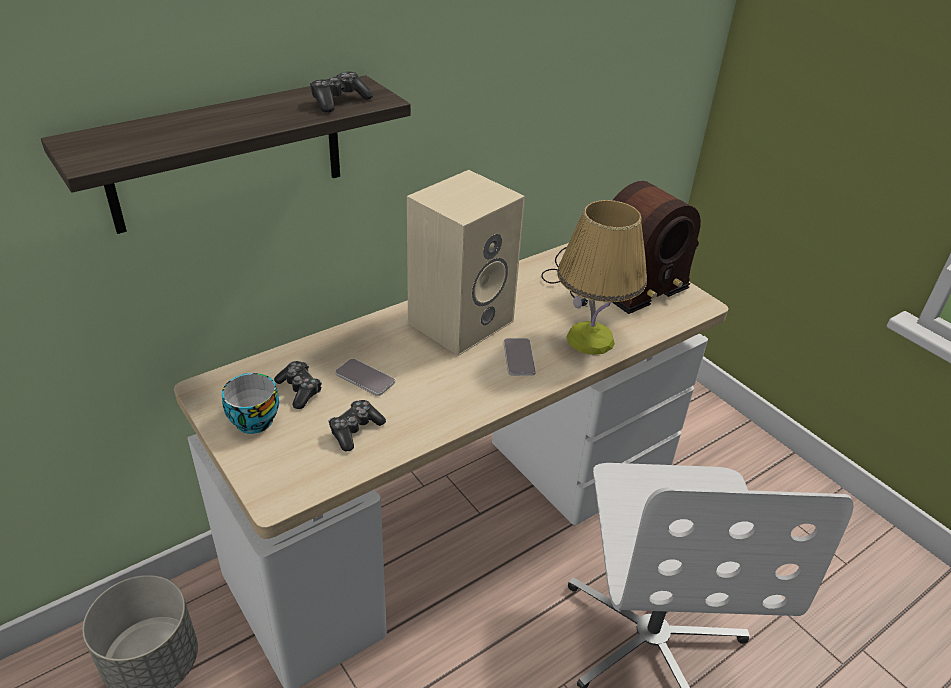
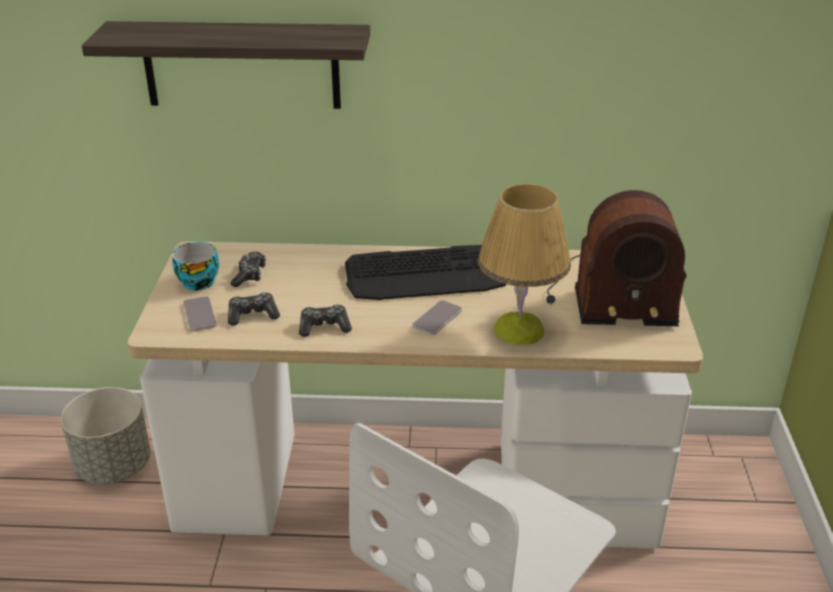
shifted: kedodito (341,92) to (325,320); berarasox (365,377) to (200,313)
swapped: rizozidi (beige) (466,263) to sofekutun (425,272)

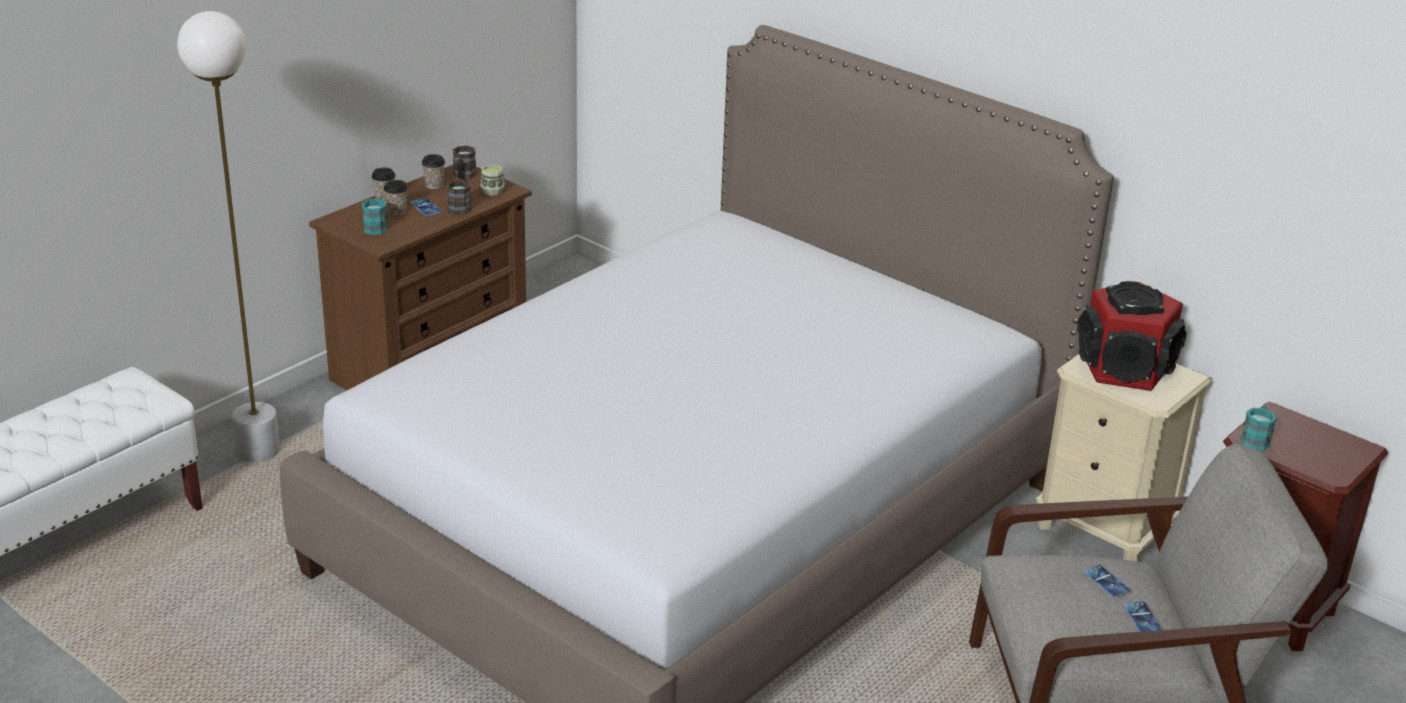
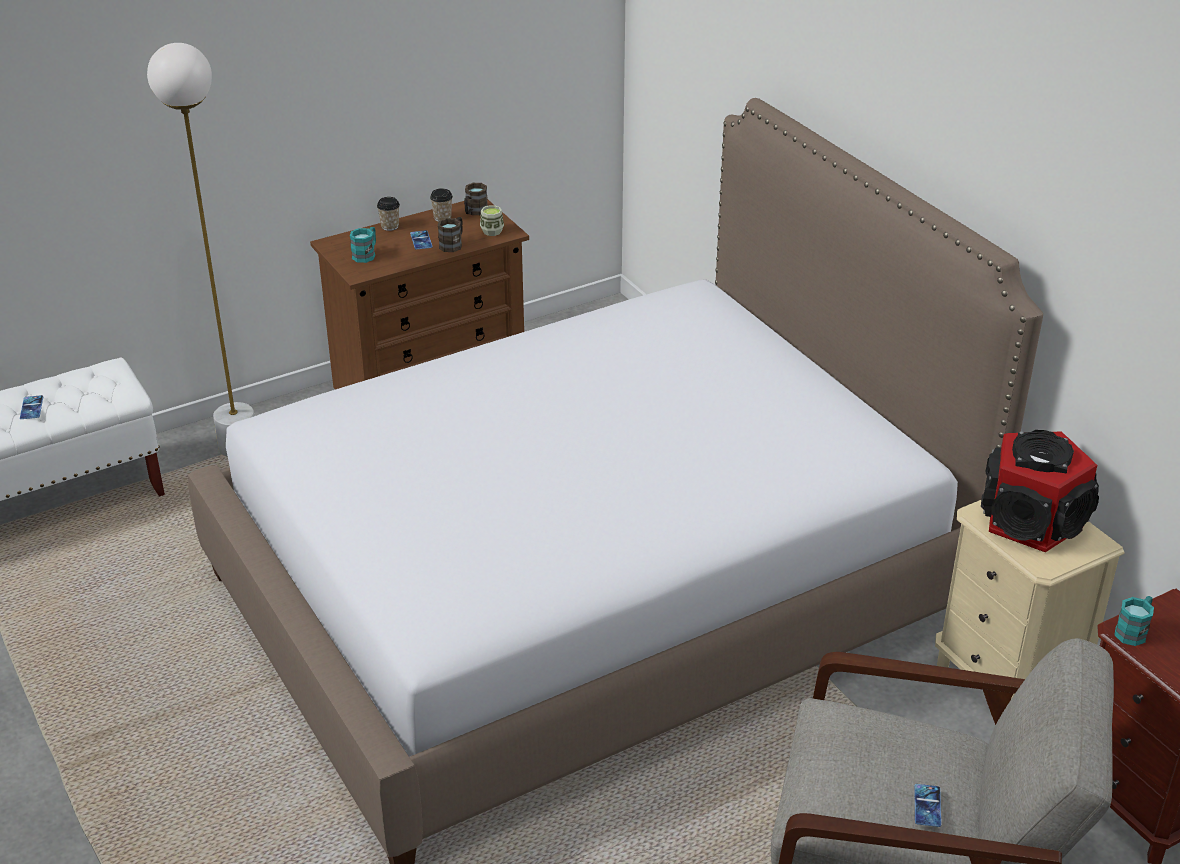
gone: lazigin (396,197)
shifted: berarasox (1106,581) to (31,407)

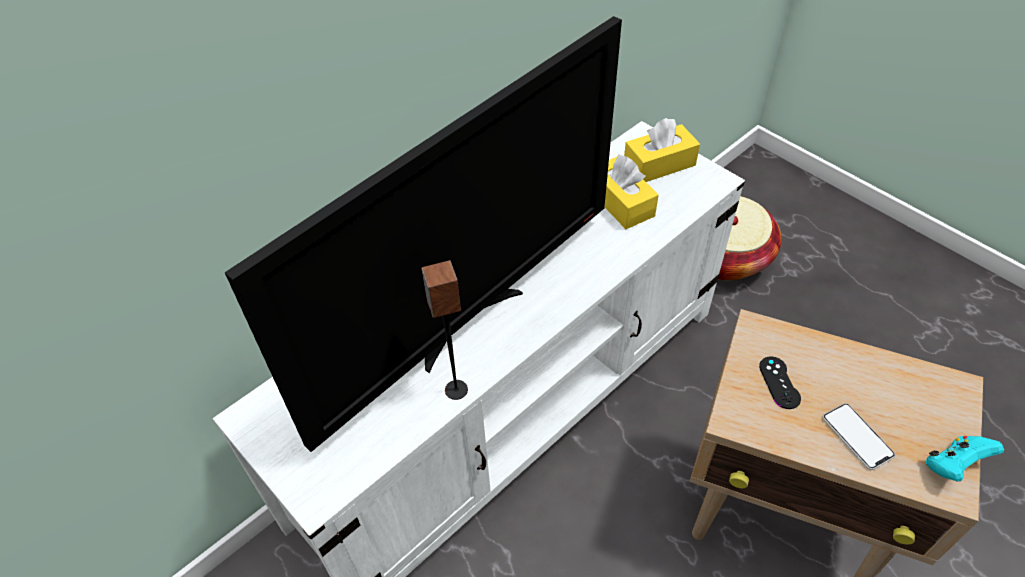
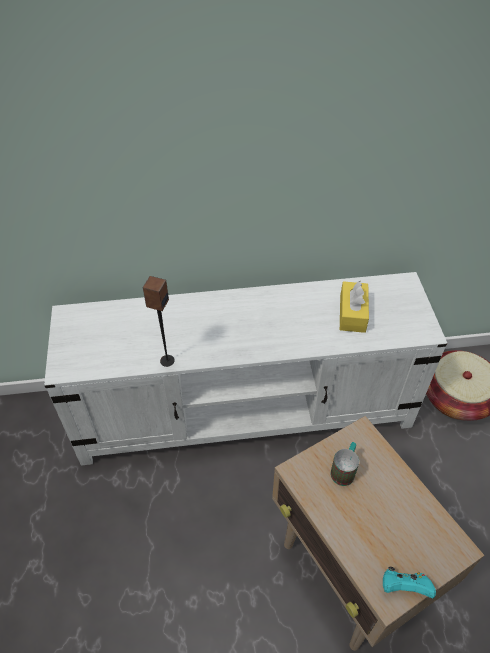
gone: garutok (423,234); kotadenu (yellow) (662,150); berarasox (859,436)
swapped: kedodito (black) (780,382) to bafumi (344,464)

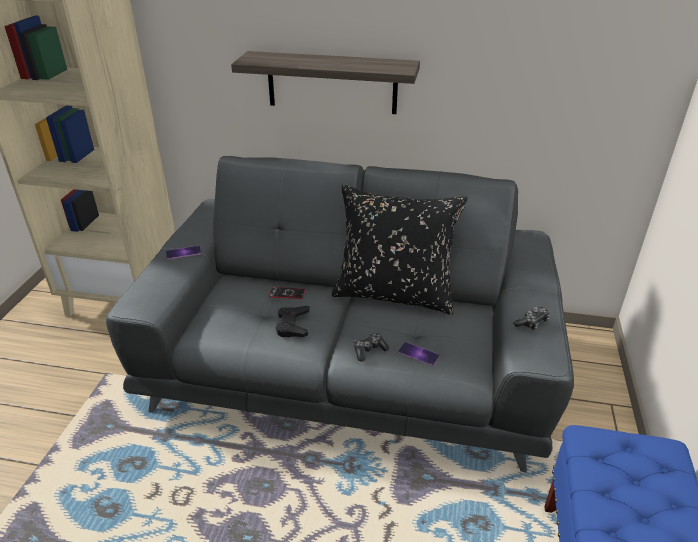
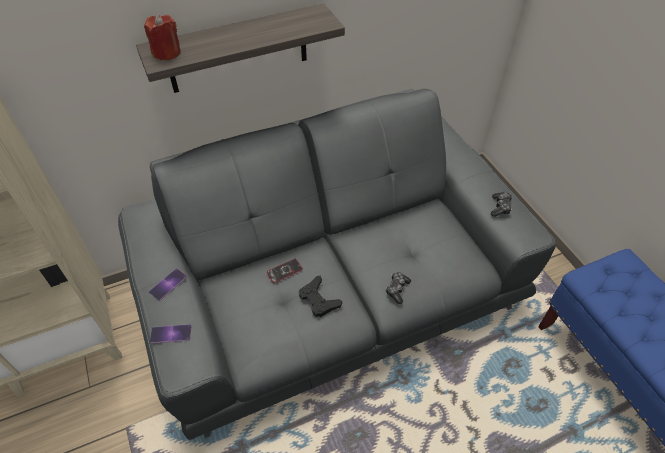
gone: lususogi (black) (399,250)
new: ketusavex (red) (162,37)
shifted: berarasox (419,354) to (170,333)

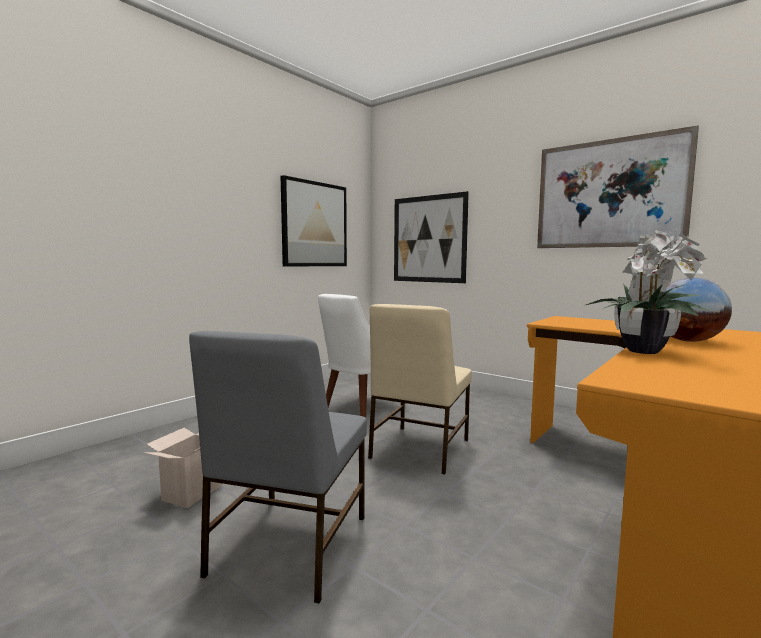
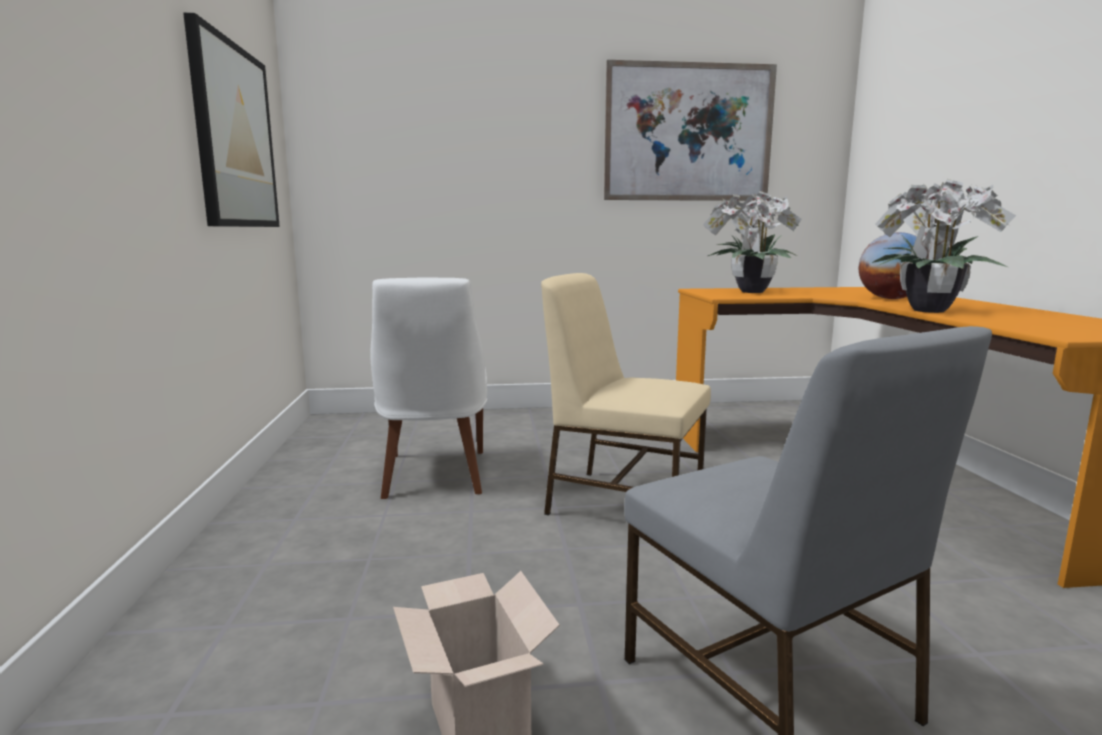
gone: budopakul (431,237)
new: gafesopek (752,242)
rotated: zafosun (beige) (420,389) = (626,394) 135 degrees clockwise

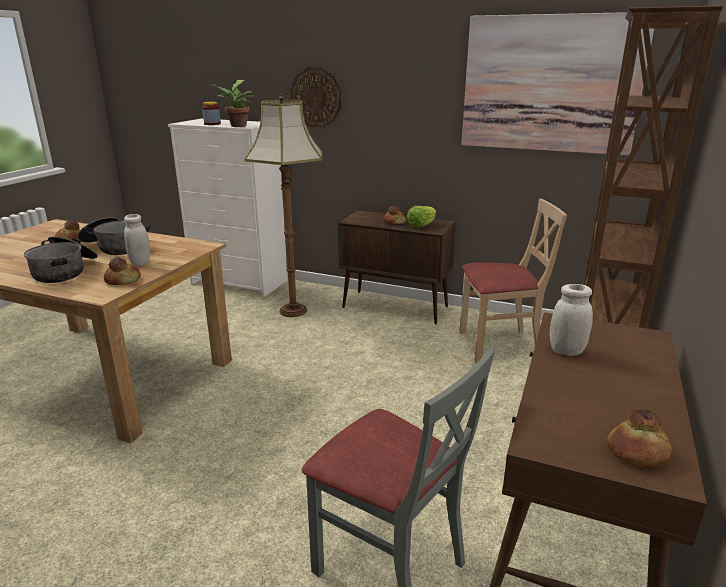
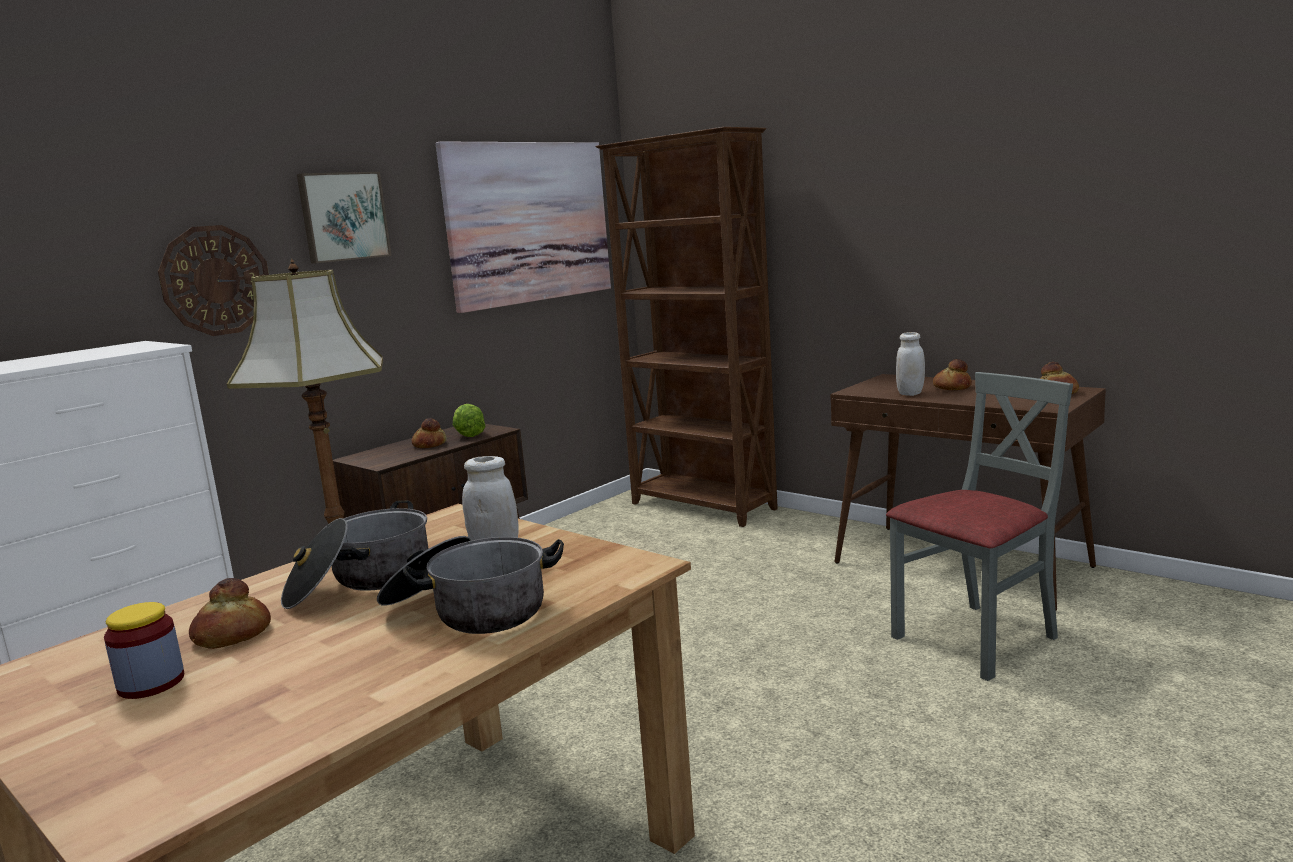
gone: gafesopek (232,103); zafosun (beige) (513,281)
new: budopakul (344,218)
shifted: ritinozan (211,113) to (144,650); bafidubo (122,271) to (952,374)

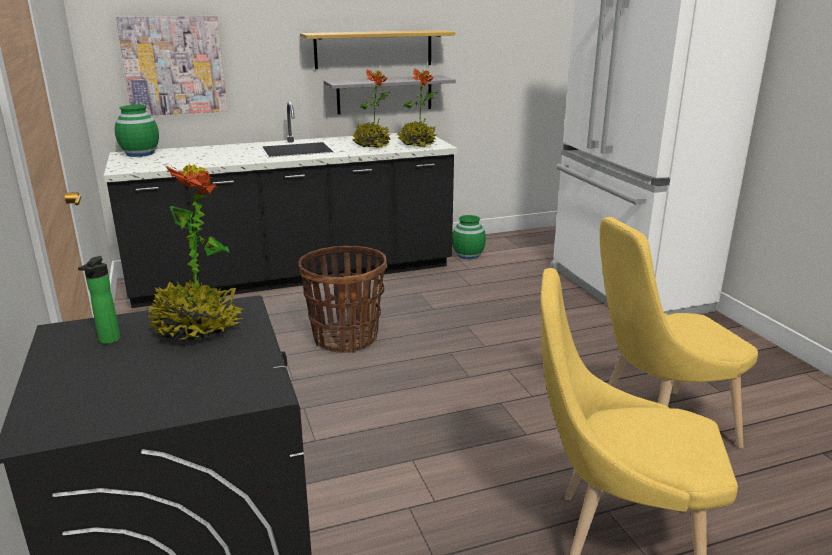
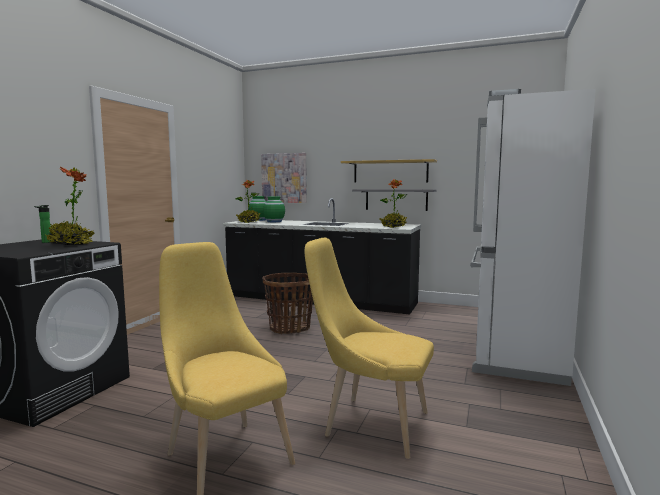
shifted: gafesopek (371,108) to (247,201); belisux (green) (469,237) to (274,209)

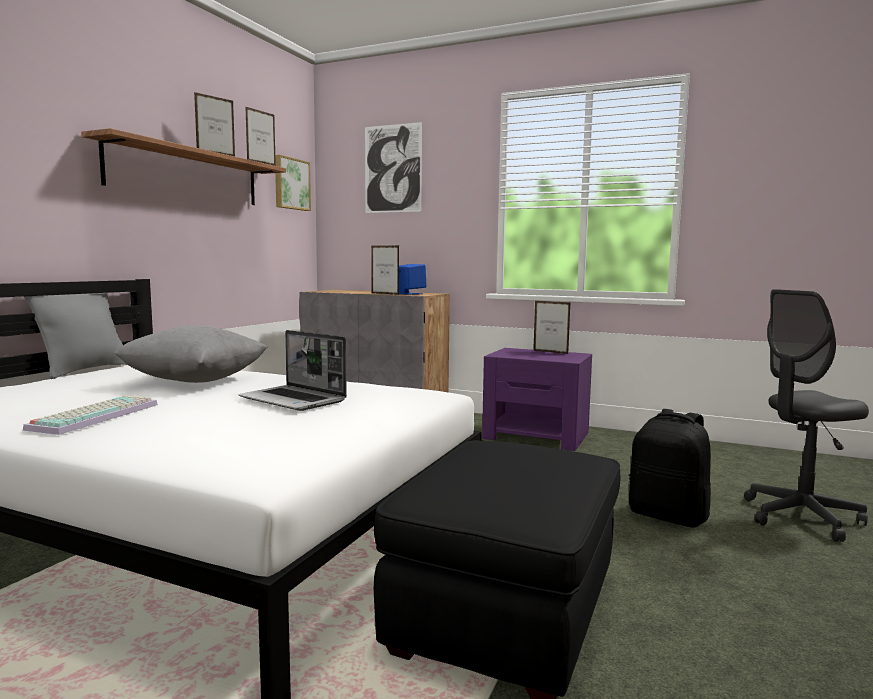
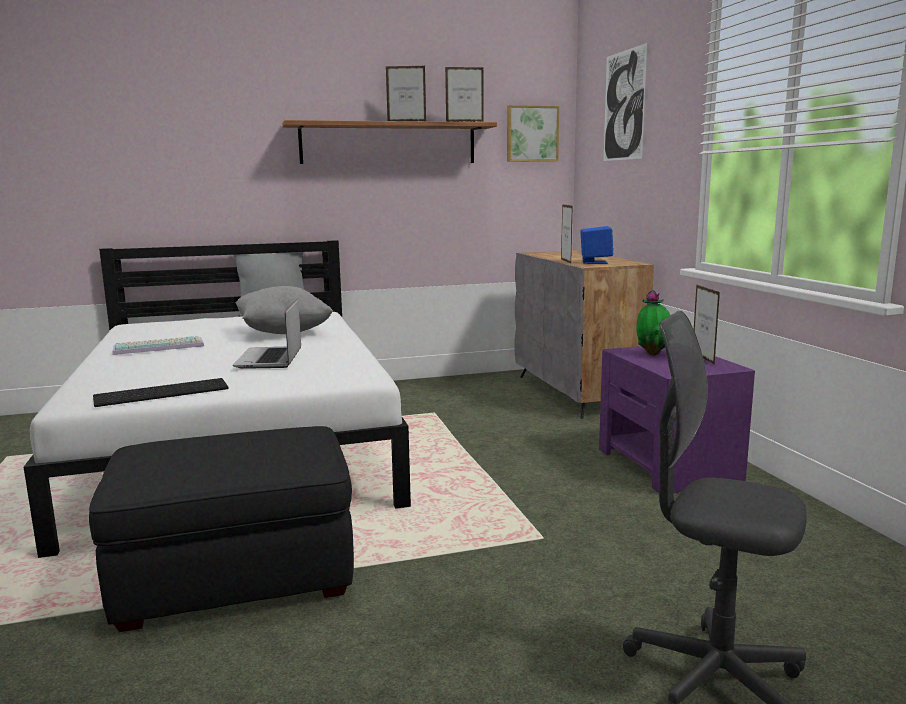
gone: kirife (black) (670,468)
new: gafesopek (653,323); sofekutun (161,392)

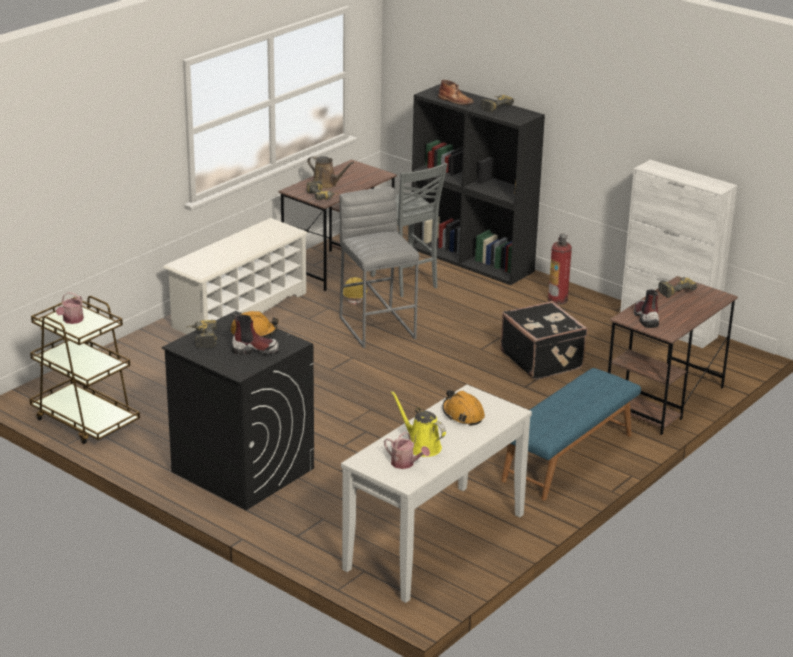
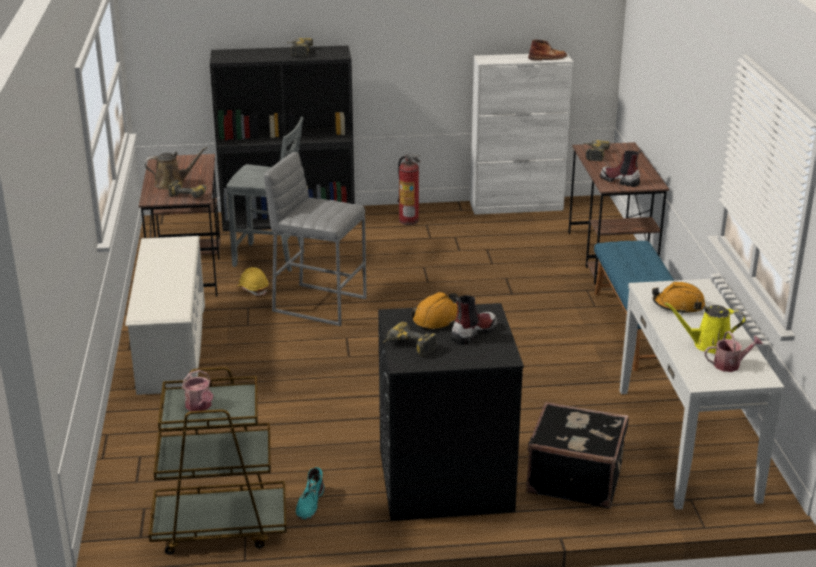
new: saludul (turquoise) (310,493)
shifted: saludul (brown) (456,92) to (547,50); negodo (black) (544,340) to (577,455)

